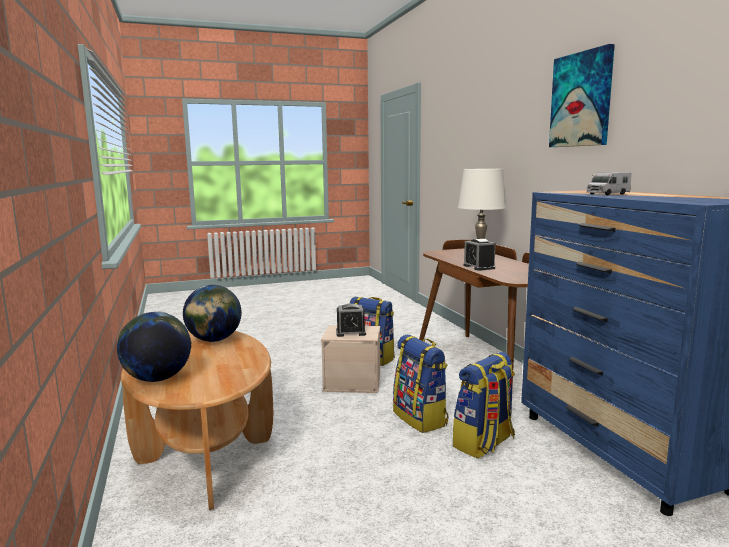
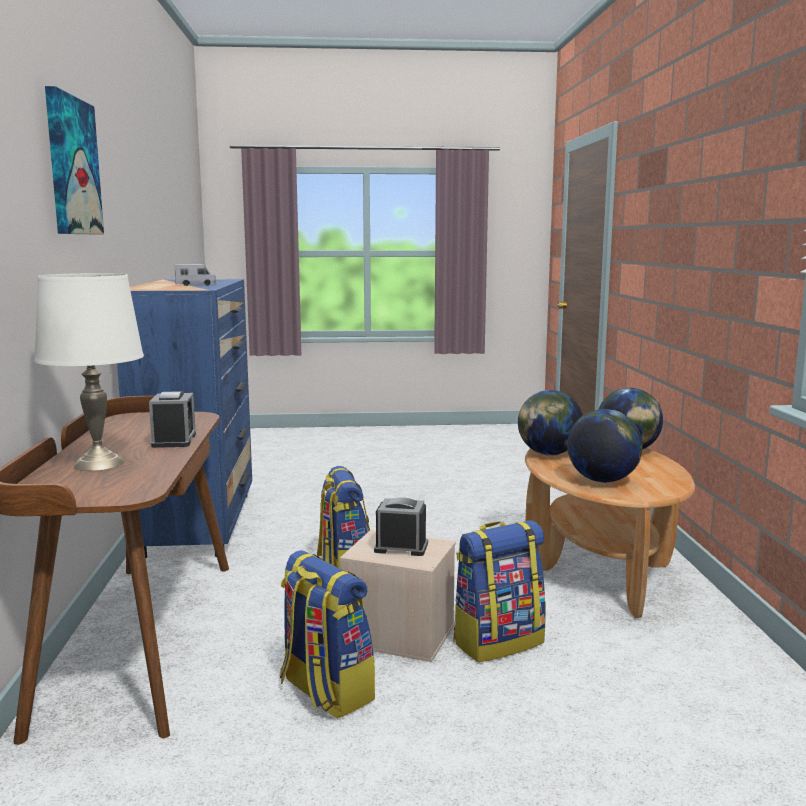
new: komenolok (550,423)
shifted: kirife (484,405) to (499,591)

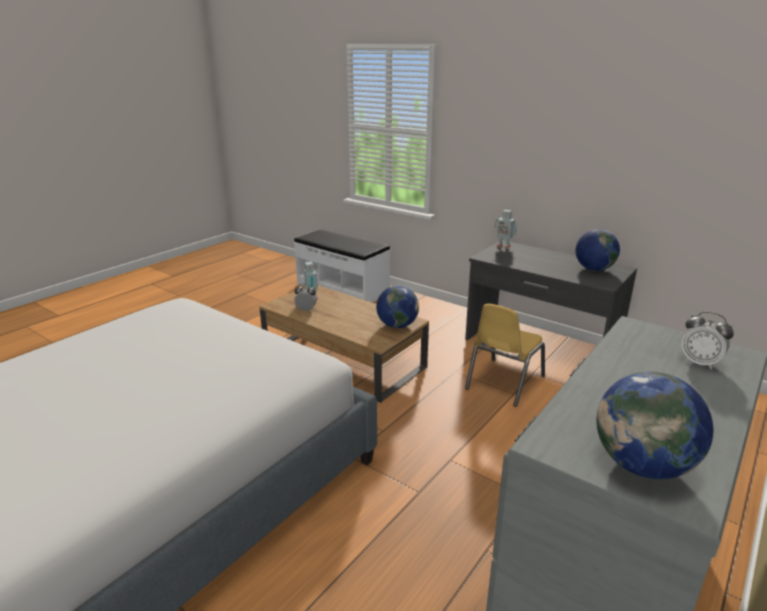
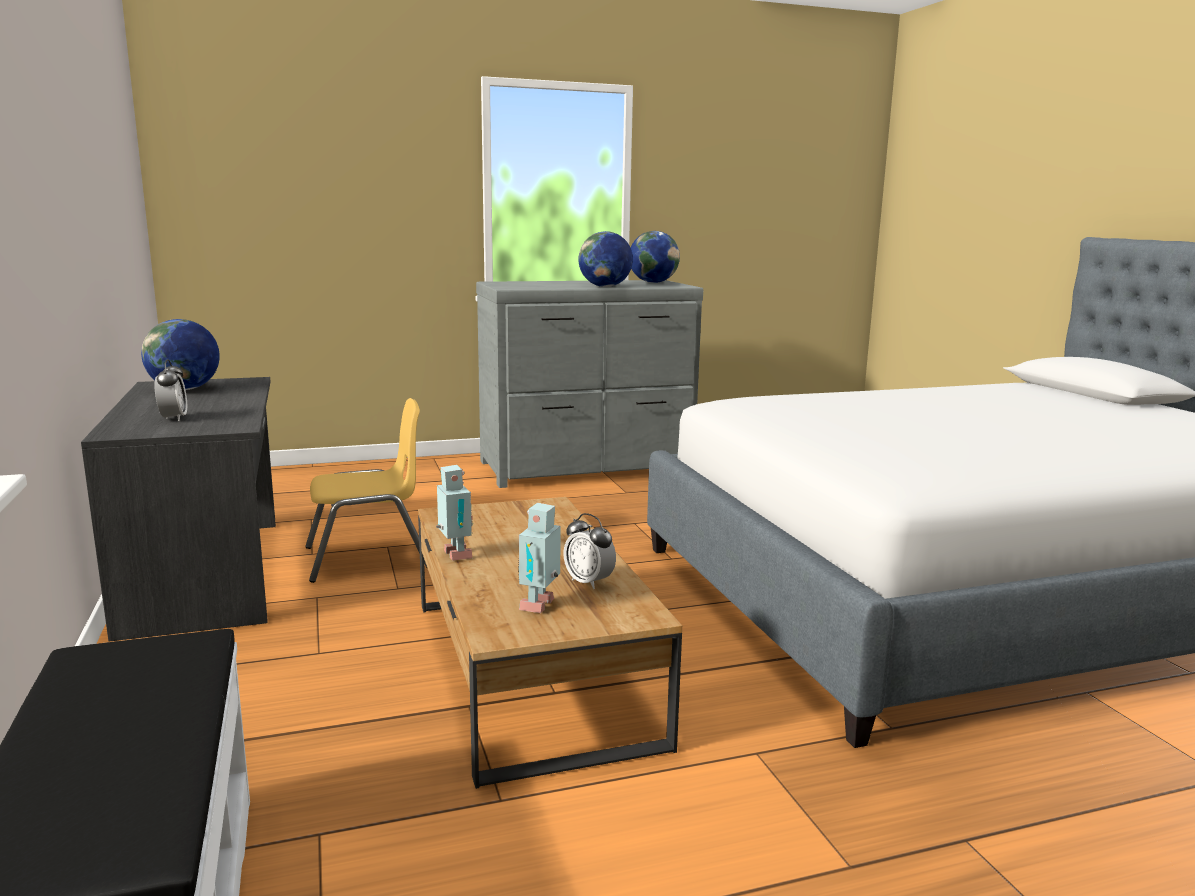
shifted: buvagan (505,229) to (454,513); komenolok (397,307) to (605,259); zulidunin (707,341) to (170,390)

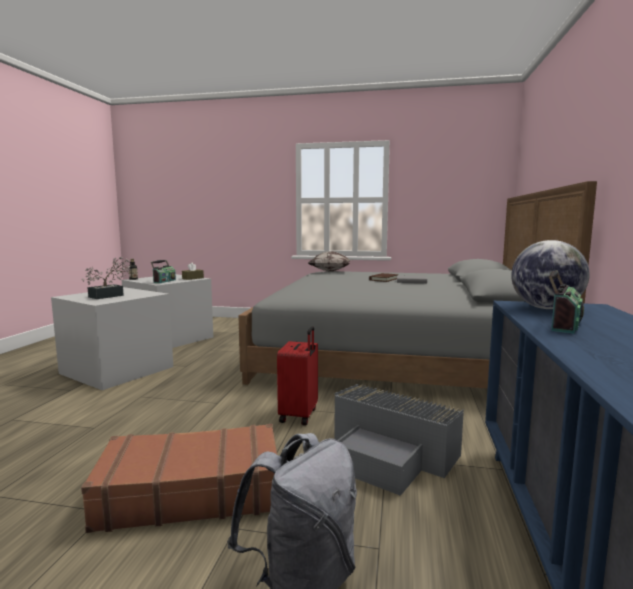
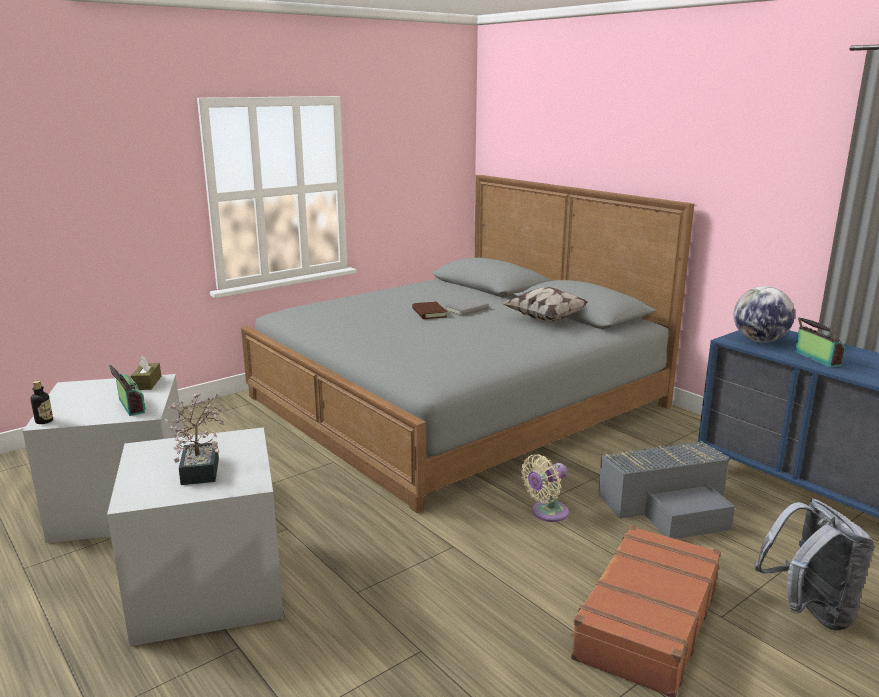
shifted: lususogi (329,261) to (544,304)
swapped: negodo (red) (297,375) to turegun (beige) (545,488)

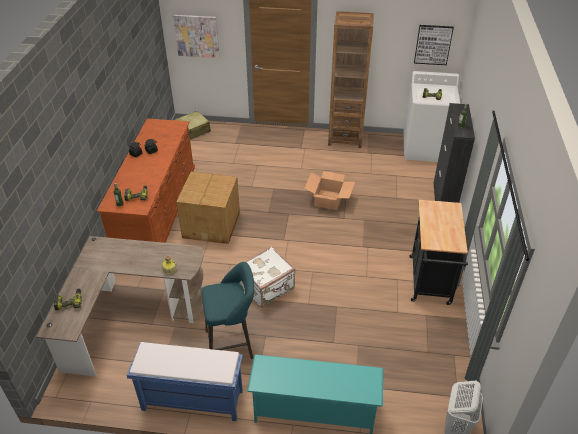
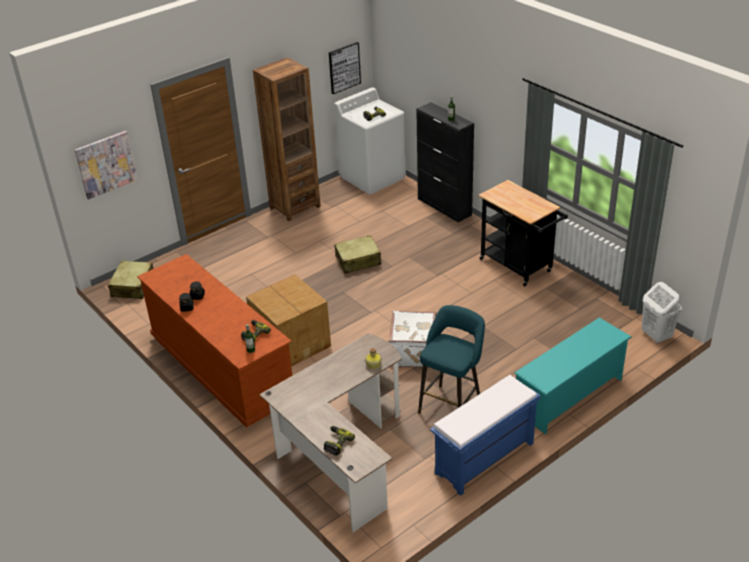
swapped: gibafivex (330,190) to negodo (beige) (357,254)

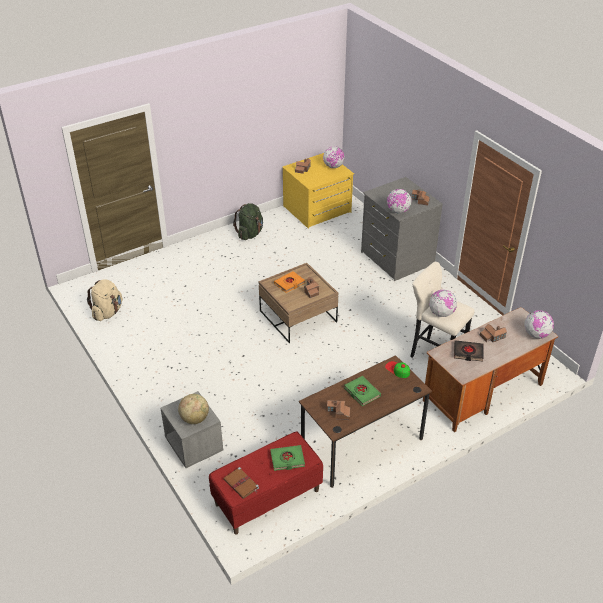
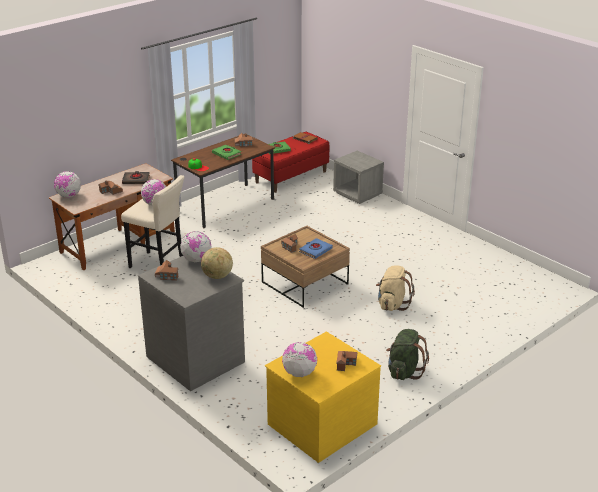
shifted: kirife (beige) (105,300) to (395,288); komenolok (193,409) to (217,263)
repainted: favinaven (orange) (289,282) to favinaven (blue) (316,248)

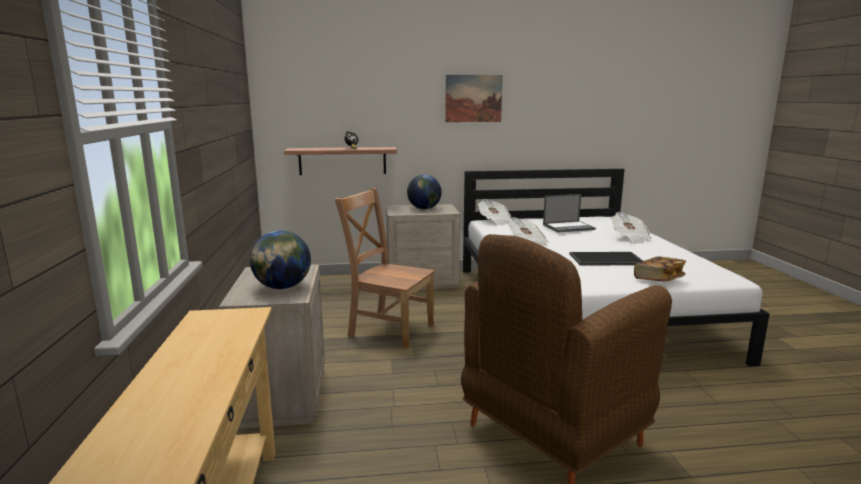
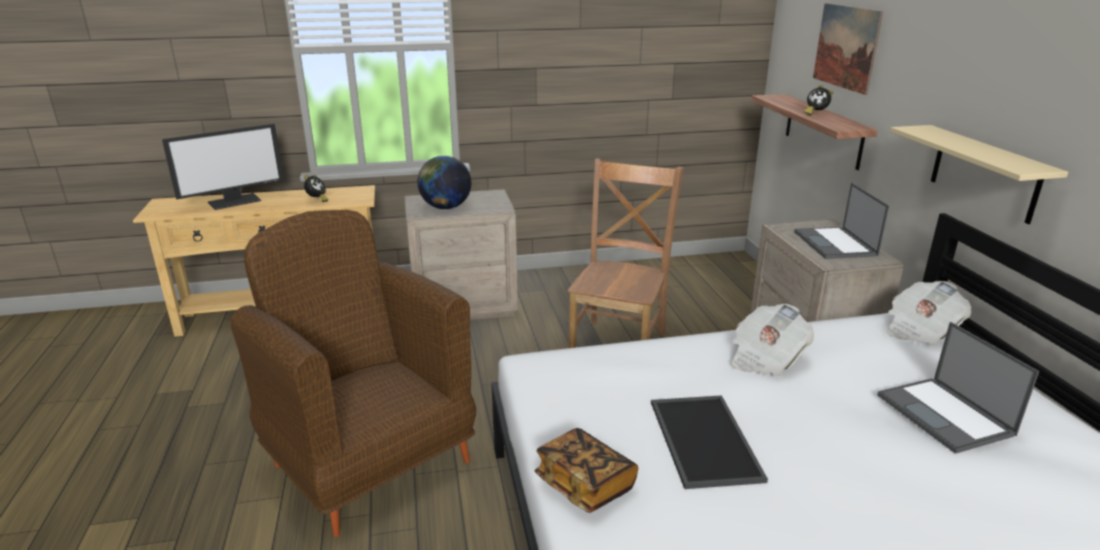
gone: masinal (631,228)
new: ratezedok (223,167); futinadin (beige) (979,174); zulidunin (316,188)
shifted: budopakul (474,98) to (848,49)
swapped: komenolok (424,192) to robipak (841,221)

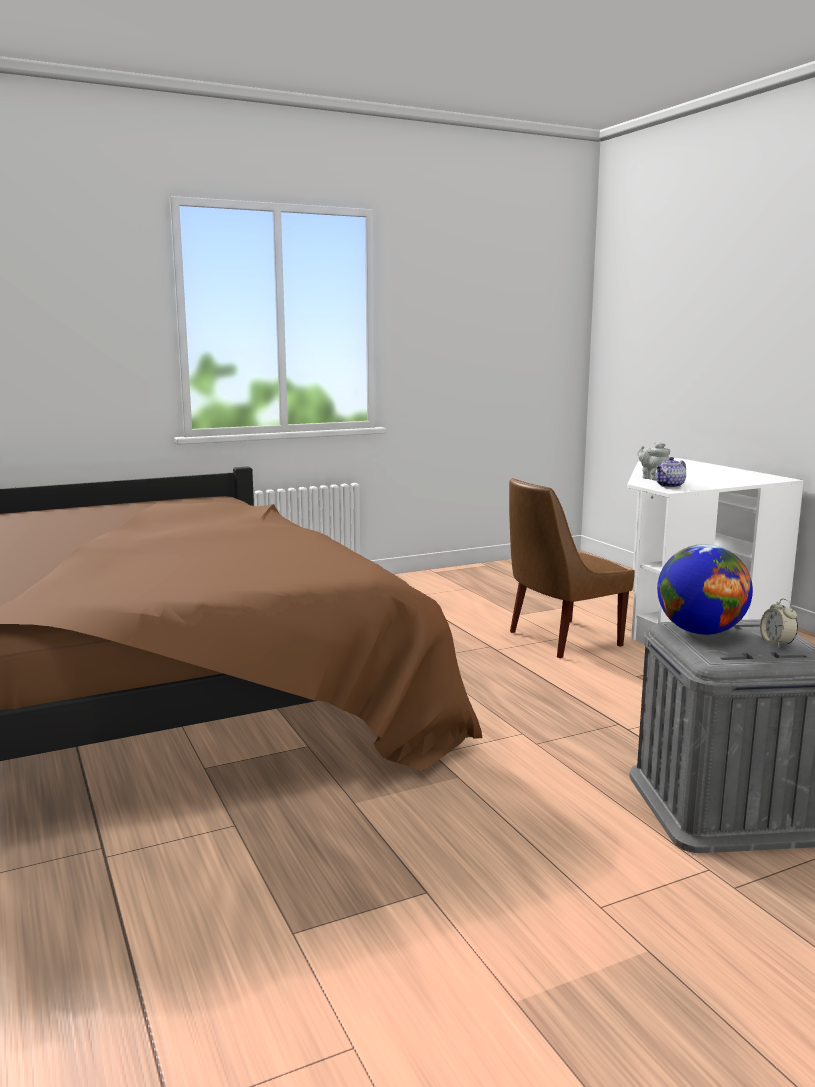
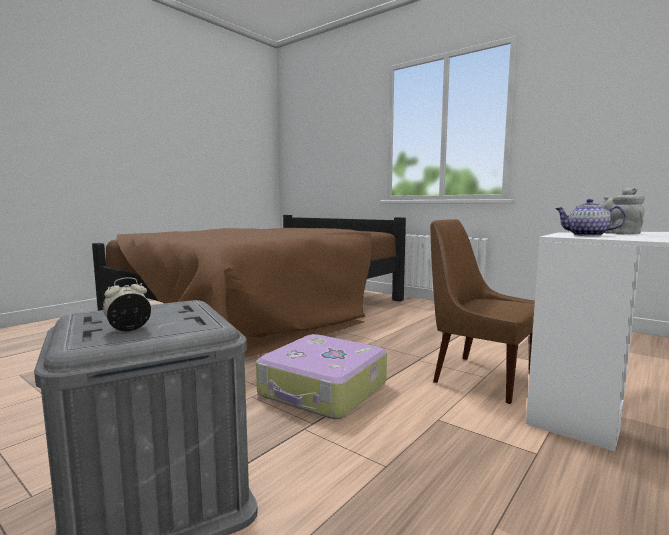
gone: komenolok (705,589)
new: negodo (321,376)
rotated: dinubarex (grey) (653,461) = (621,210) 45 degrees counterclockwise

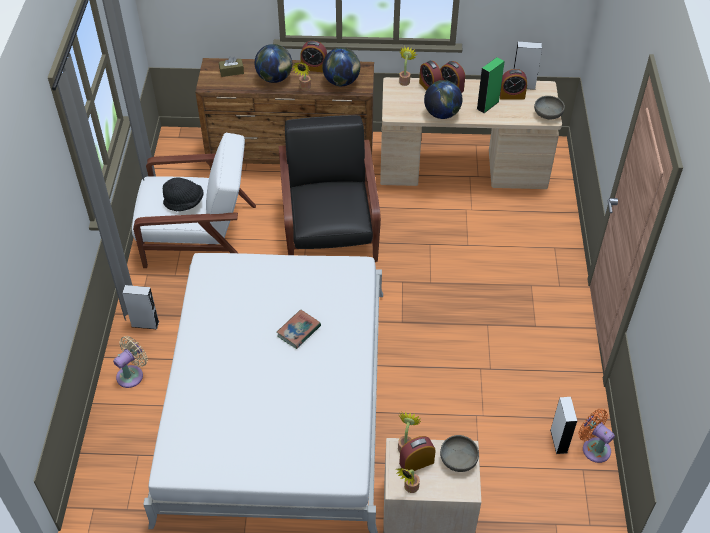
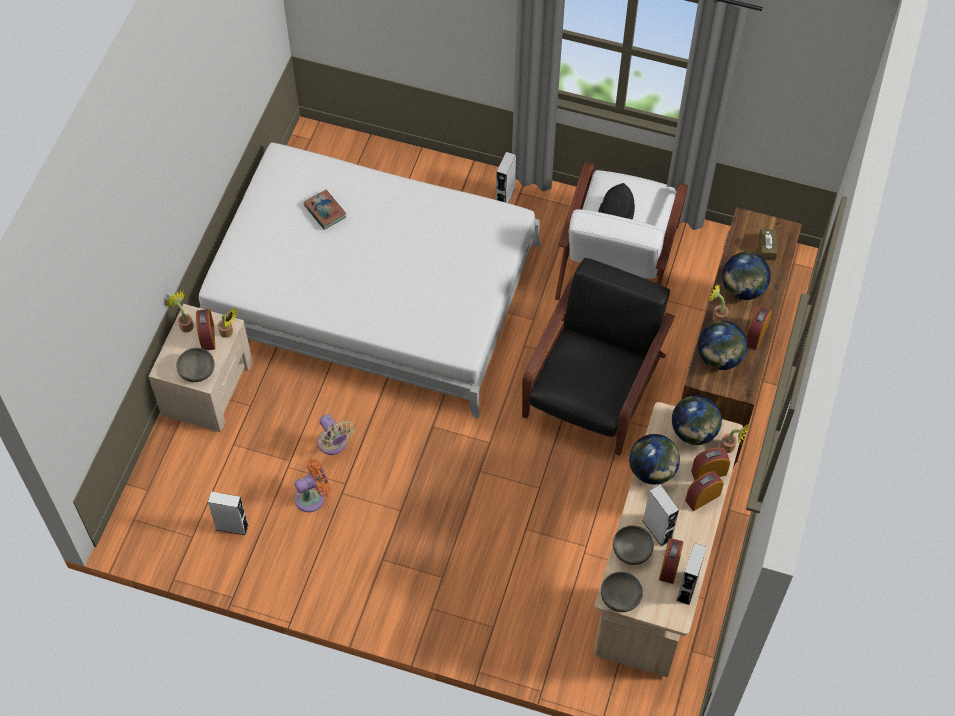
new: komenolok (697,420); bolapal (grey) (633,545)
shifted: favinaven (298,329) to (325,210); turegun (beige) (130,362) to (336,434); turegun (orange) (596,436) to (312,485)
repainted: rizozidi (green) (491,85) to rizozidi (grey) (660,516)
rotated: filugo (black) (330,188) = (598,357) 75 degrees counterclockwise

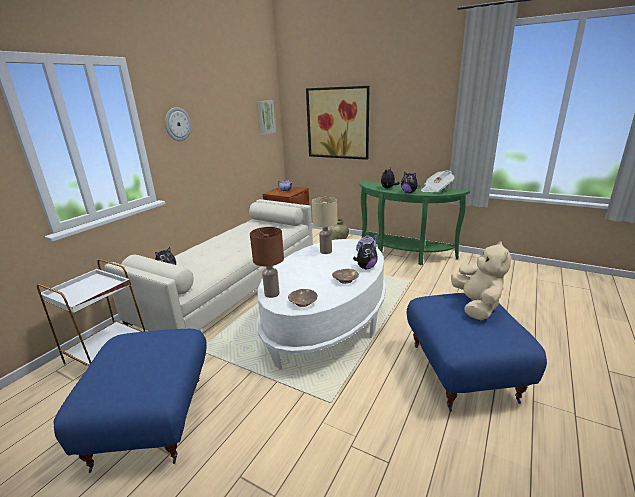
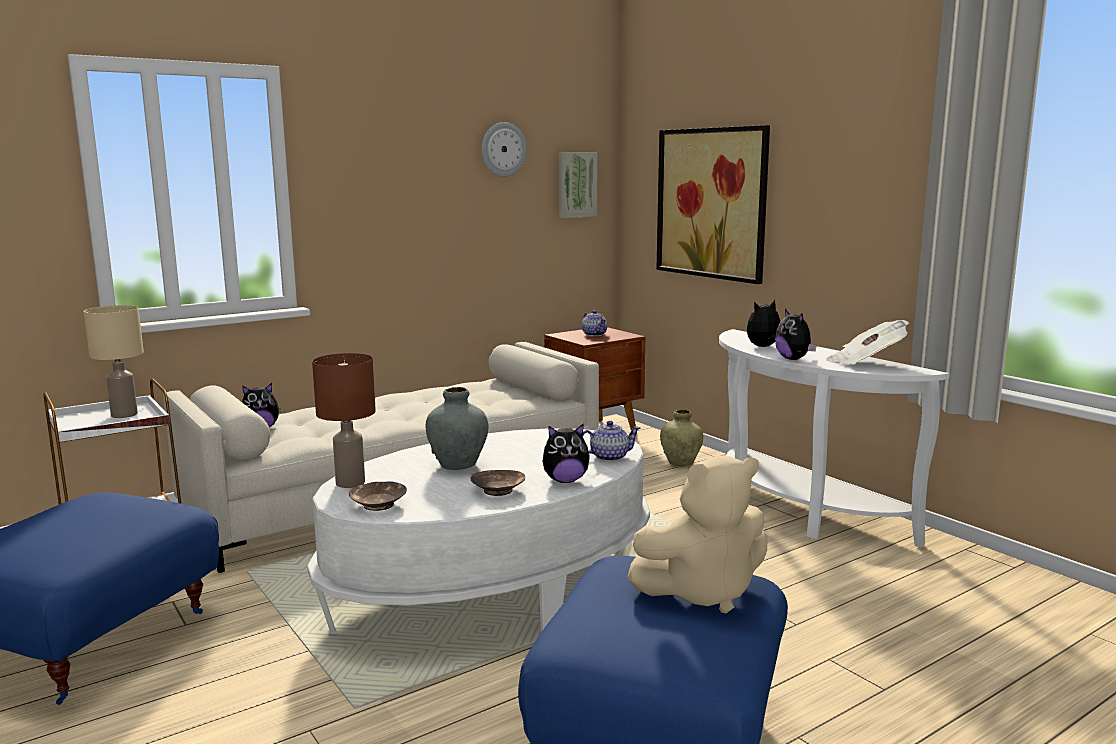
new: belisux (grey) (457,428)
shifted: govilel (178,124) to (504,149); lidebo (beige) (324,225) to (113,361)
repainted: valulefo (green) (415,223) to valulefo (white) (834,438)
rotated: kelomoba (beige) (481,280) = (697,534) 45 degrees clockwise

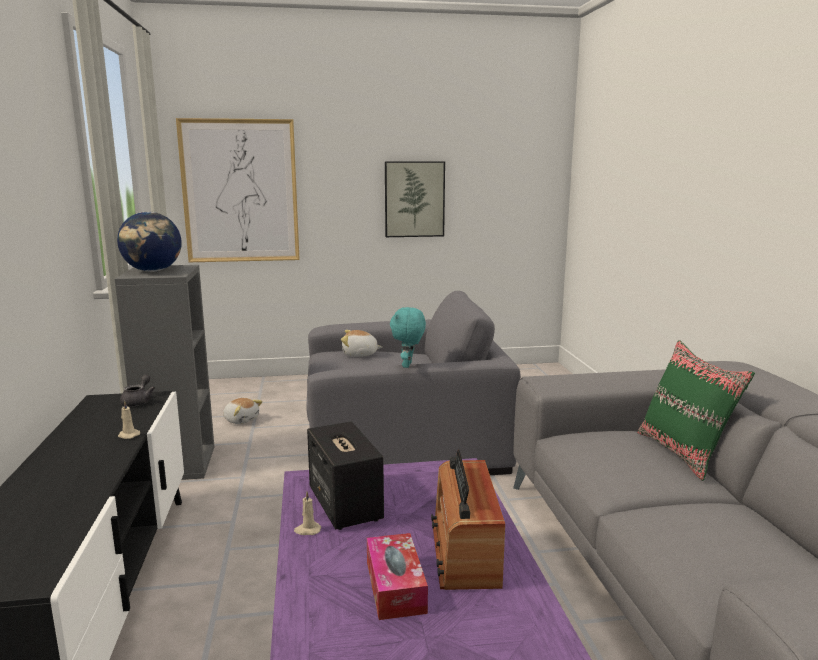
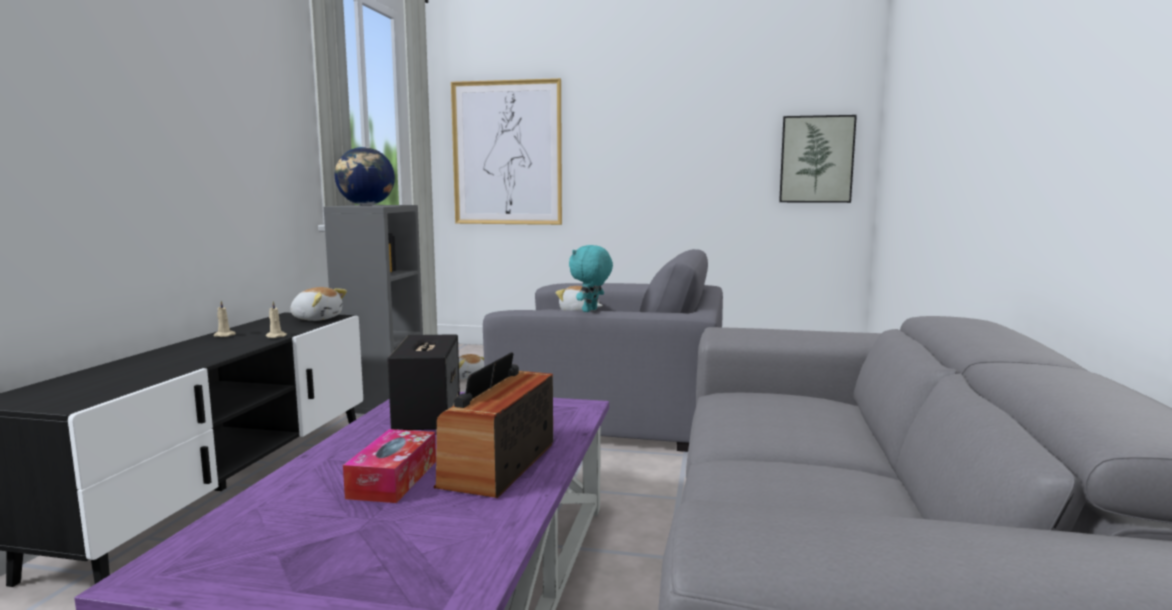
gone: lususogi (green) (696,410)
shifted: budopakul (415,199) to (818,159); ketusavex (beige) (307,513) to (224,319)
swapped: dinubarex (grey) (137,390) to kelomoba (318,304)

